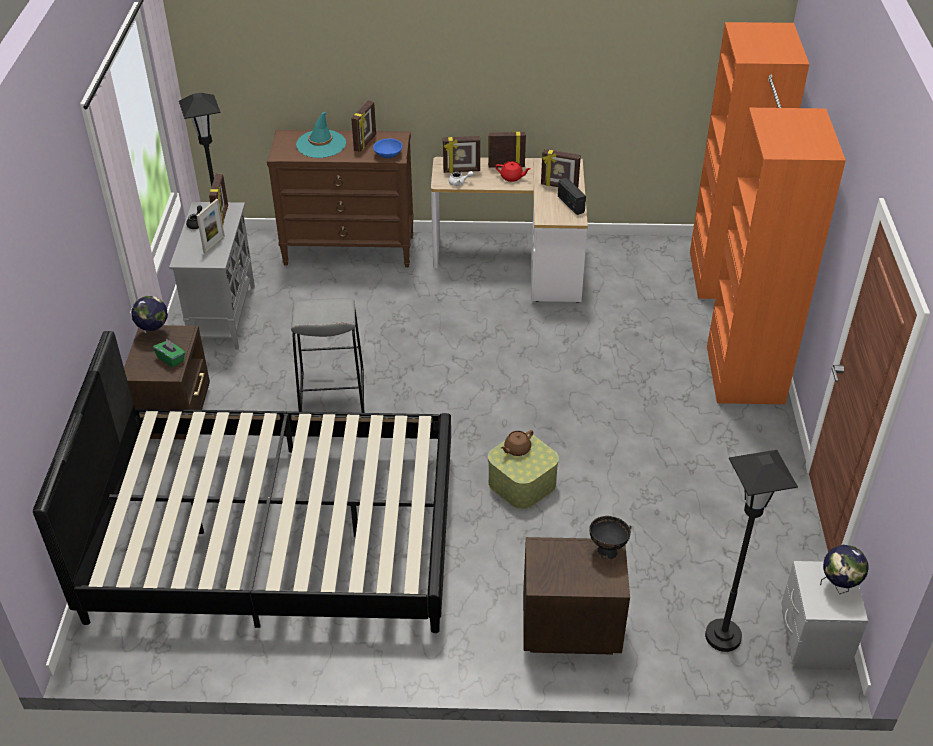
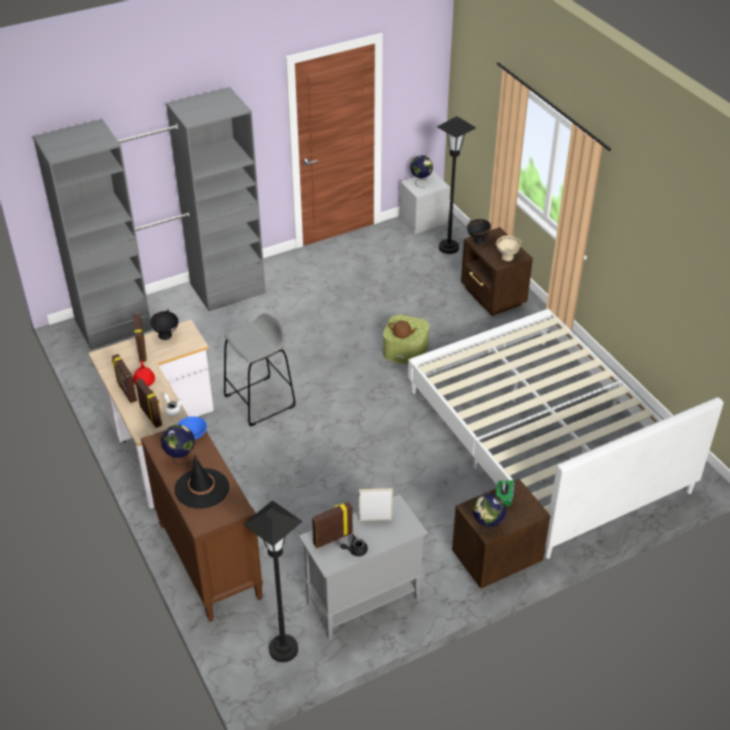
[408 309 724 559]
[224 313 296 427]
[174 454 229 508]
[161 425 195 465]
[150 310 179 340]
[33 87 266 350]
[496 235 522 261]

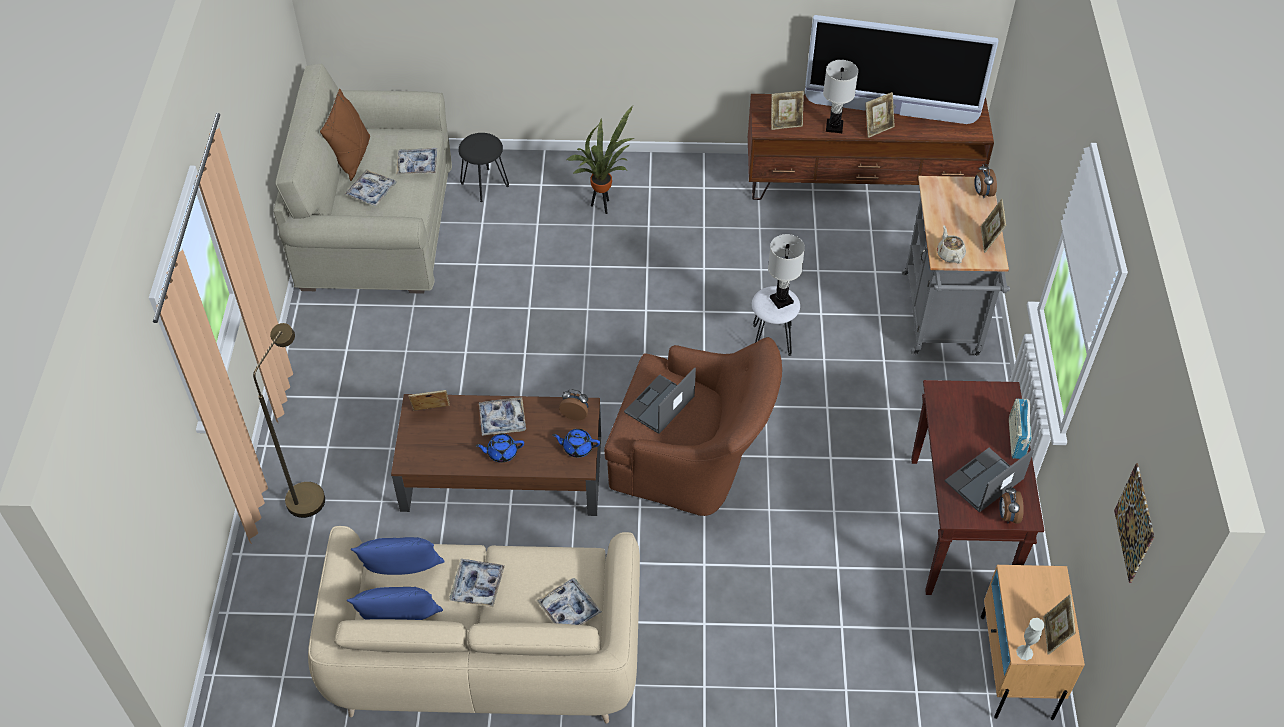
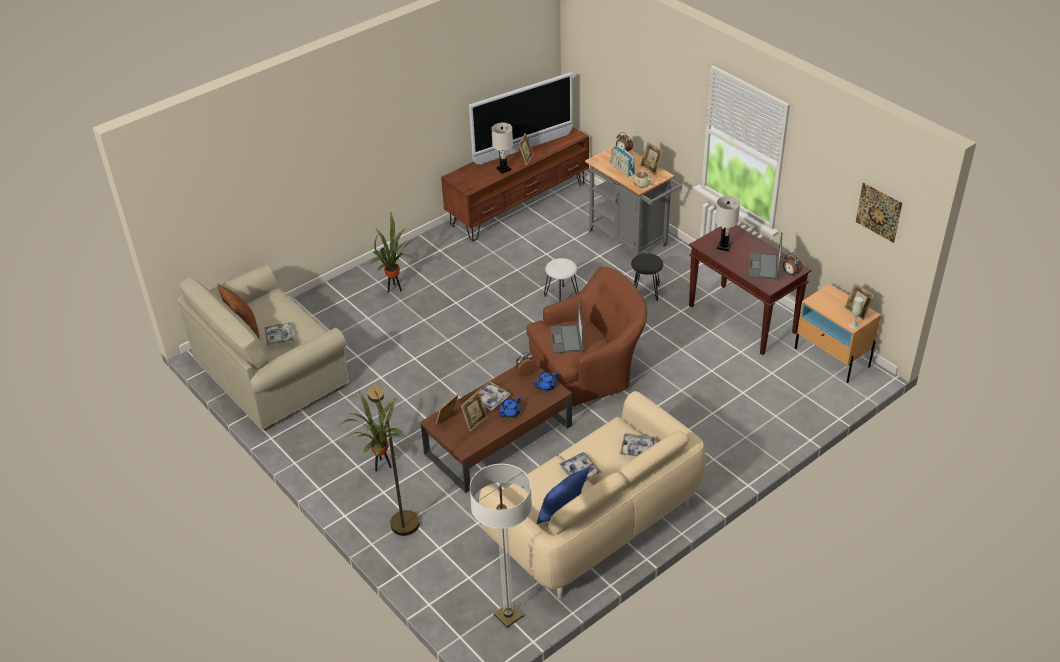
[351 537 445 575] (first image)
[396 148 437 174] (first image)
[631 253 663 301]
[715 196 740 251]
[461 391 487 431]
[611 144 635 177]
[339 392 404 471]
[469 464 532 628]

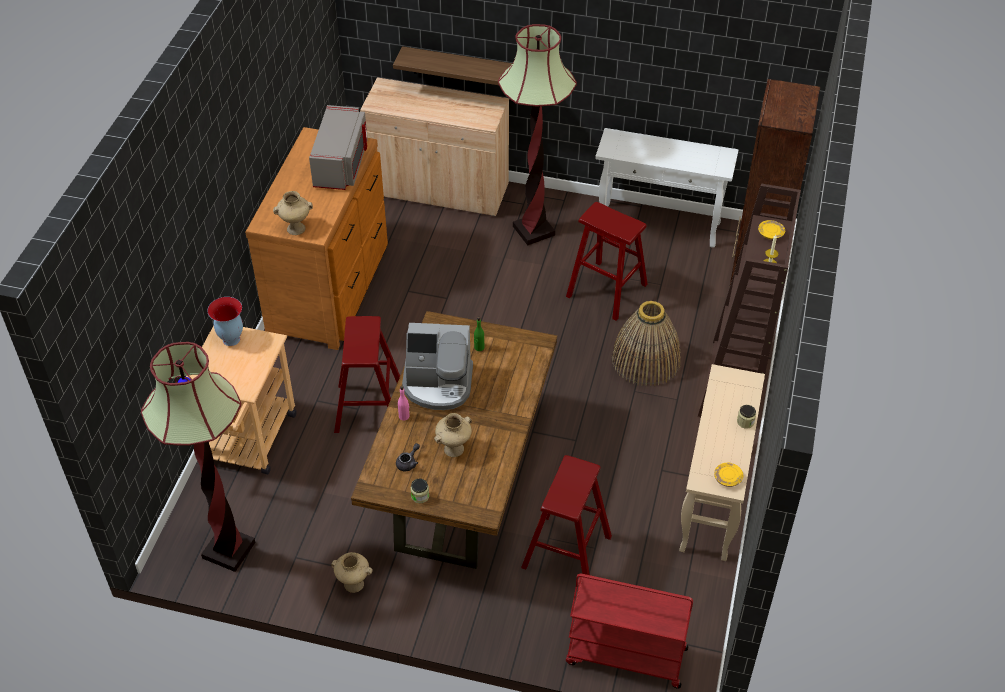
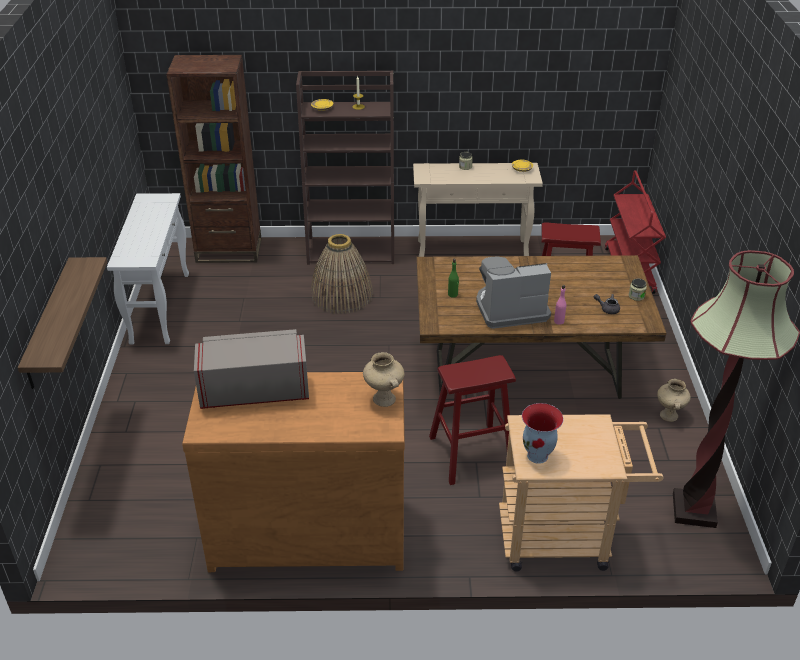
[360 77 509 216] (first image)
[476 257 551 329]
[434 413 472 457] (first image)
[498 24 577 245] (first image)
[566 202 648 321] (first image)

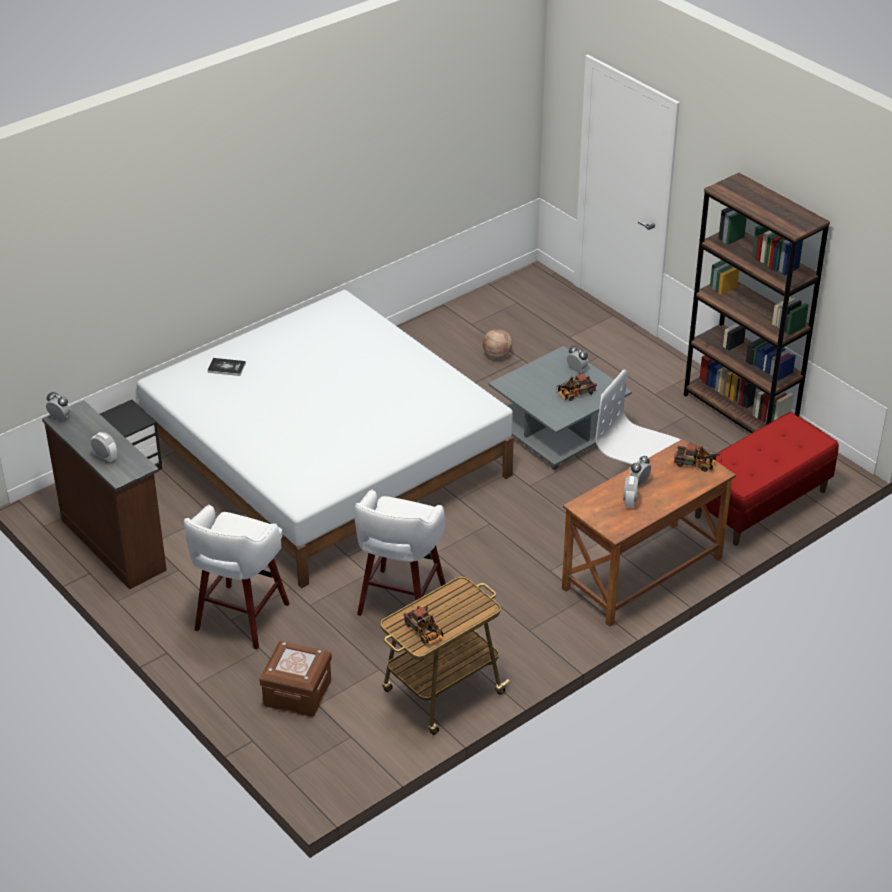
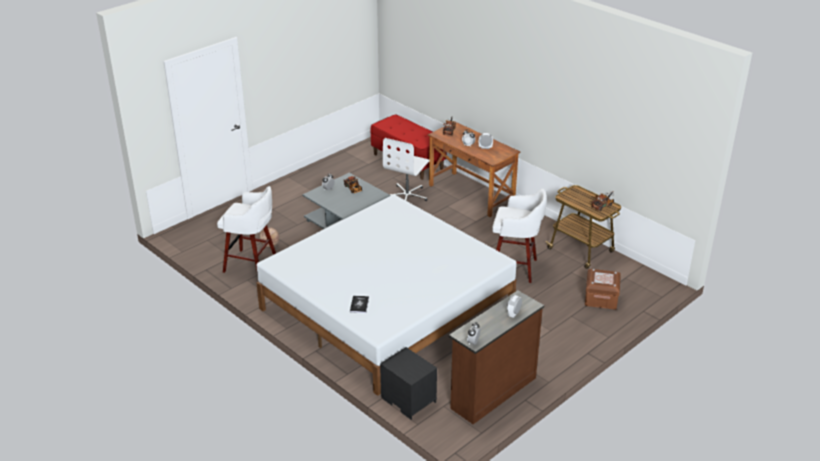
[217 186 276 273]
[684 173 830 434] (first image)

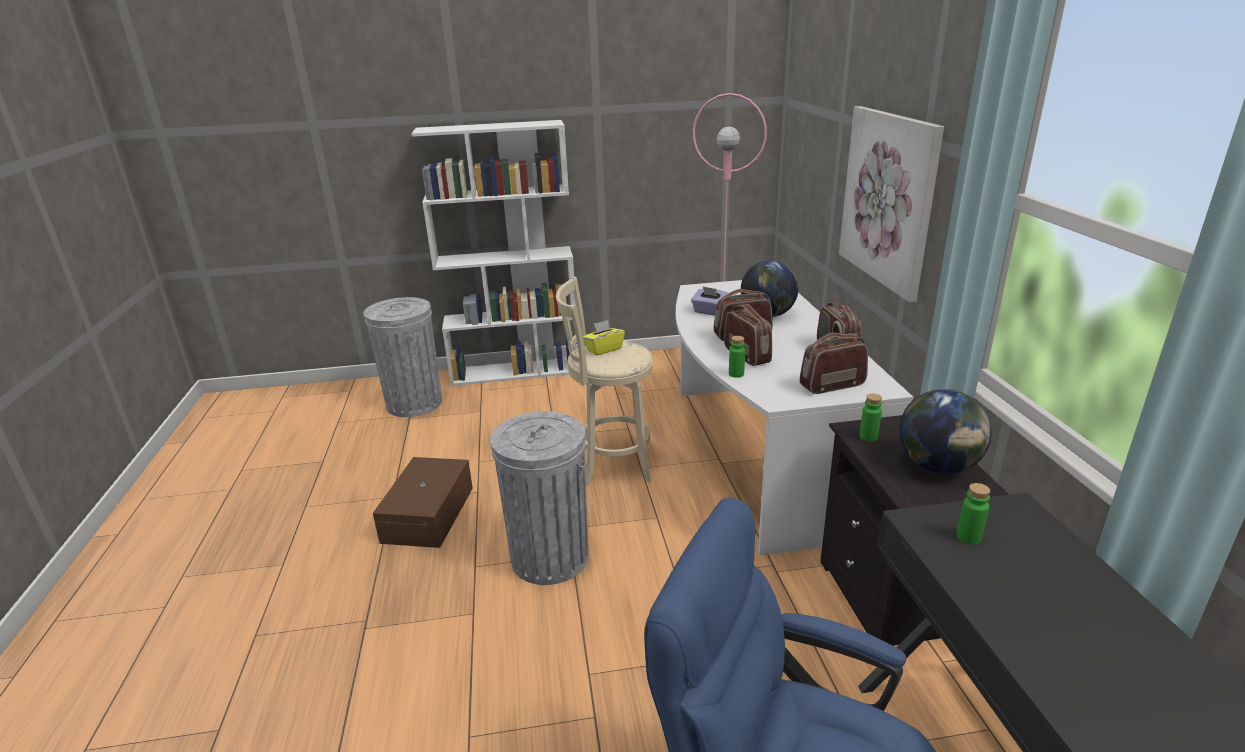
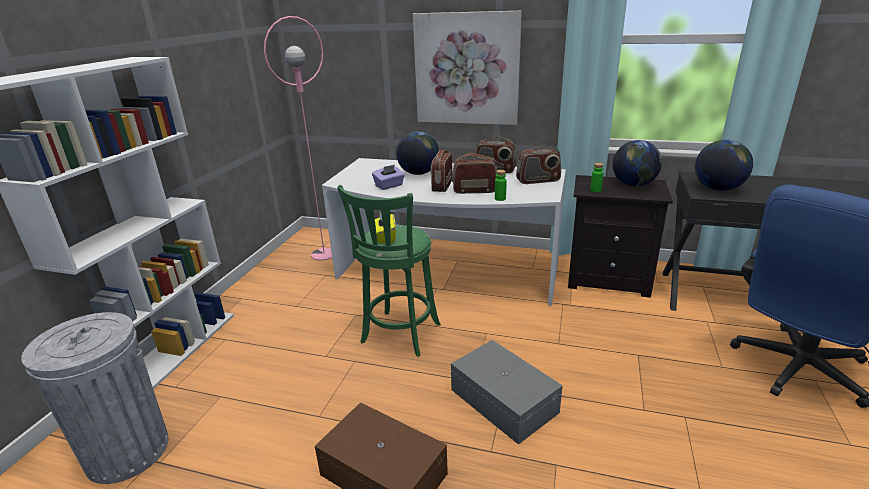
[451 340 563 445]
[338 185 441 357]
[516 145 561 184]
[695 140 753 191]

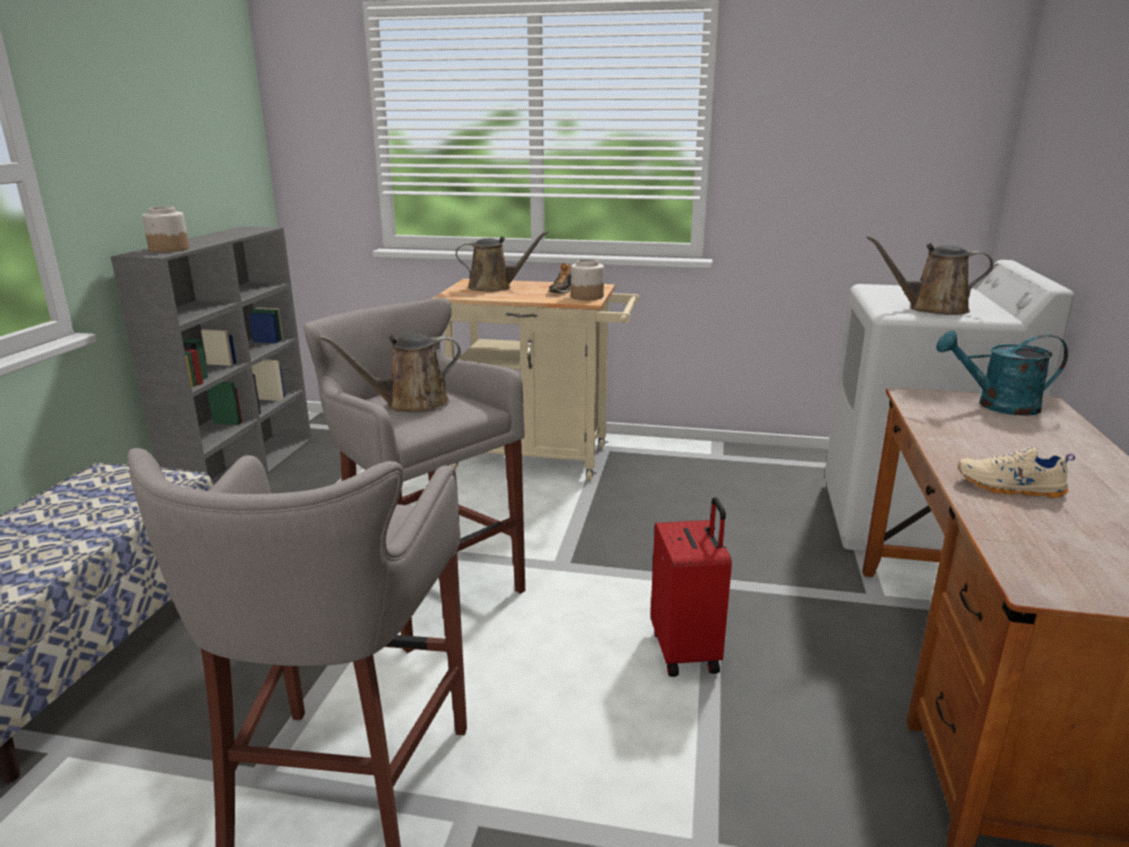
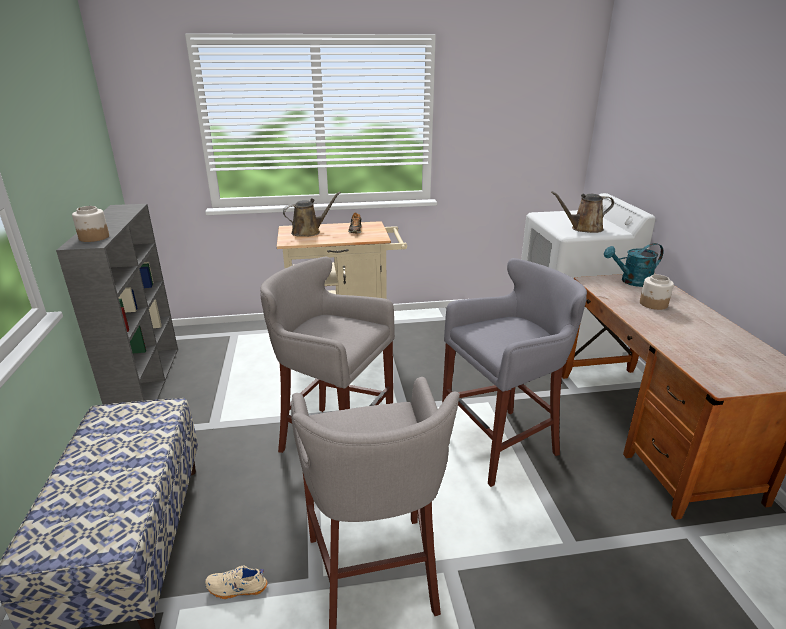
[319 333 461 412] (first image)
[640 275 674 310]
[442 258 587 487]
[205 566 268 599]

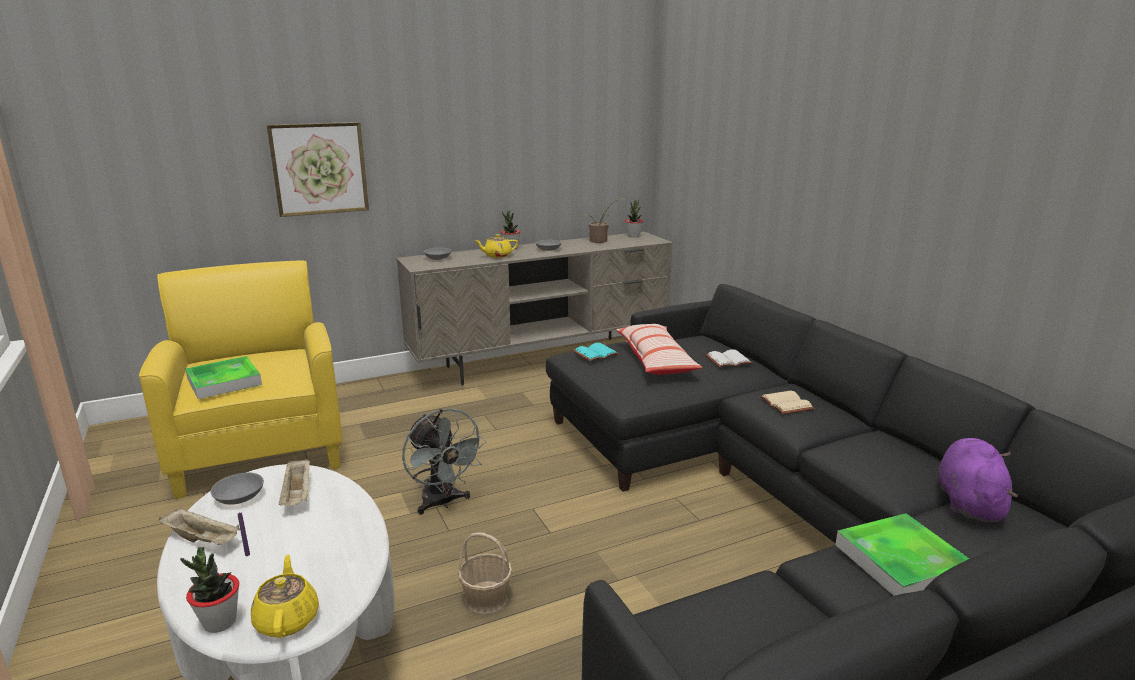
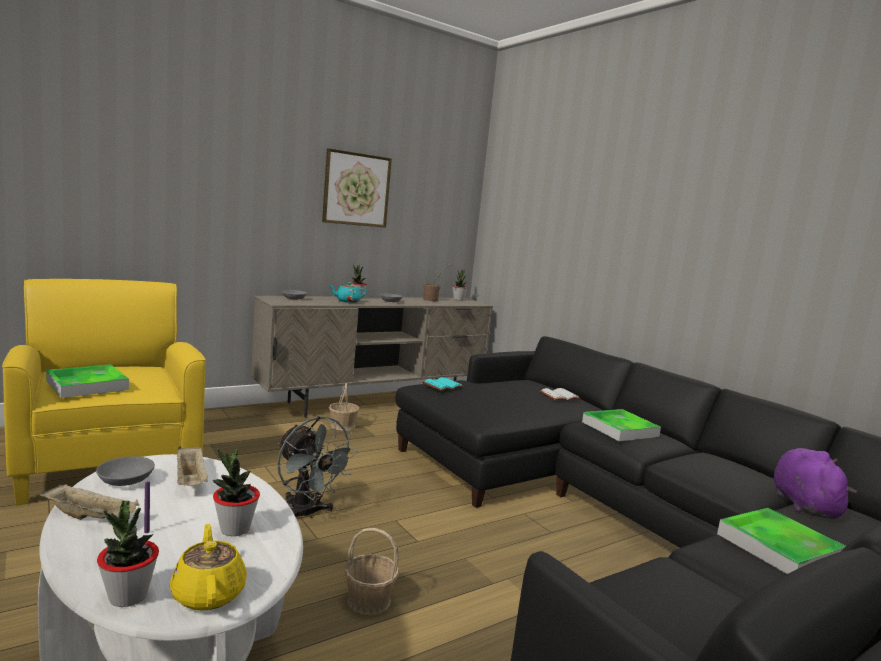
[322 148 392 228]
[330 283 367 303]
[616 324 703 375] (first image)
[582 409 661 441]
[213 448 260 536]
[329 383 360 431]

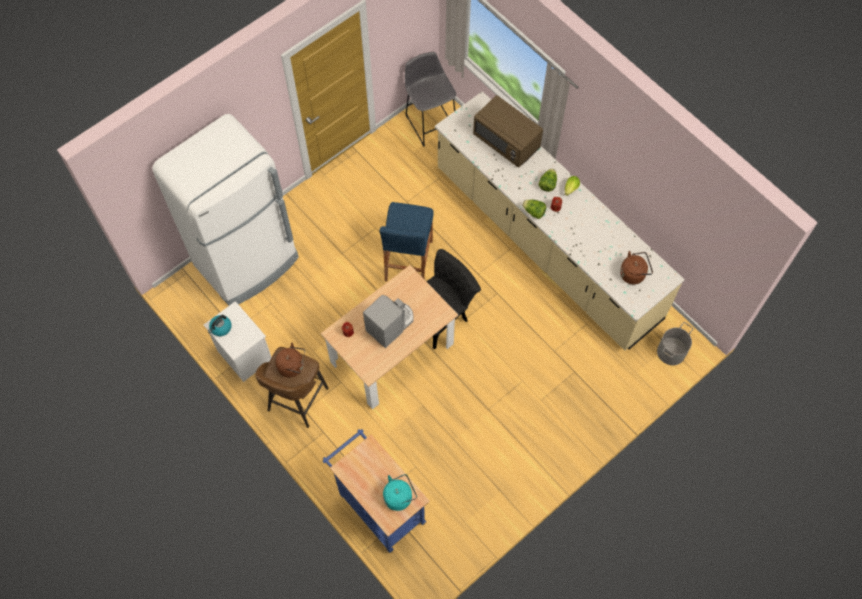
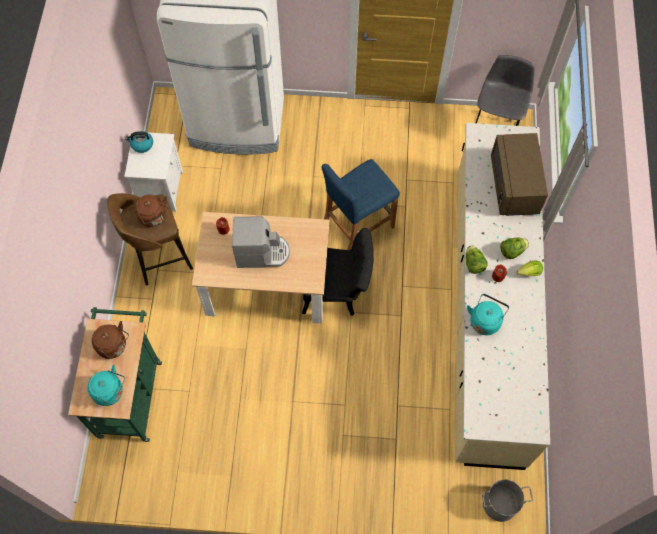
[68 307 162 442]
[92 321 129 359]
[467 294 509 335]

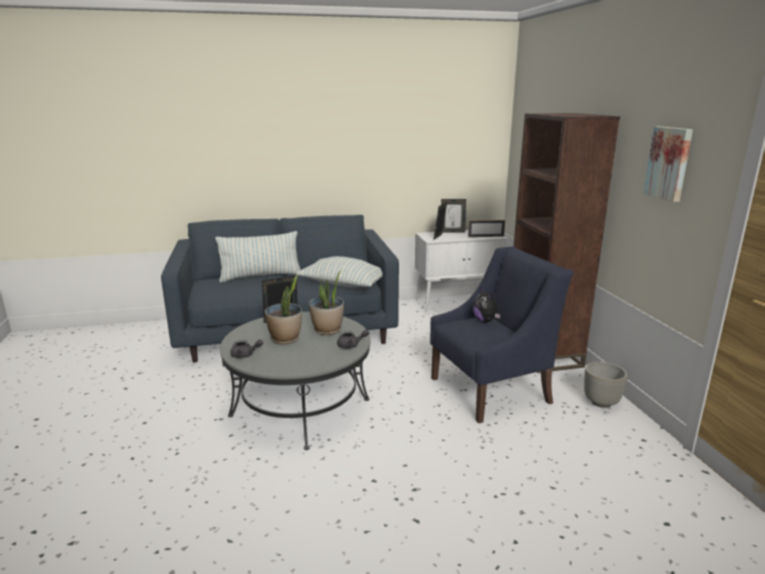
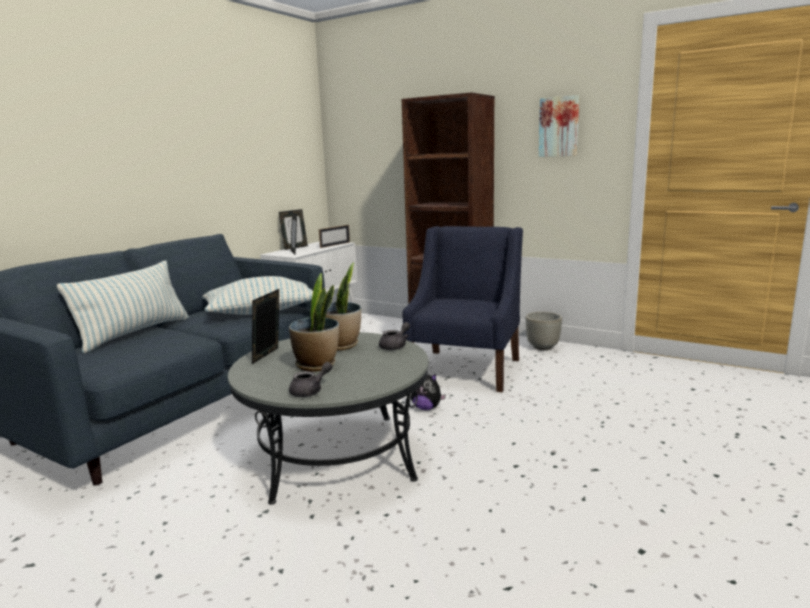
[411 374 446 410]

